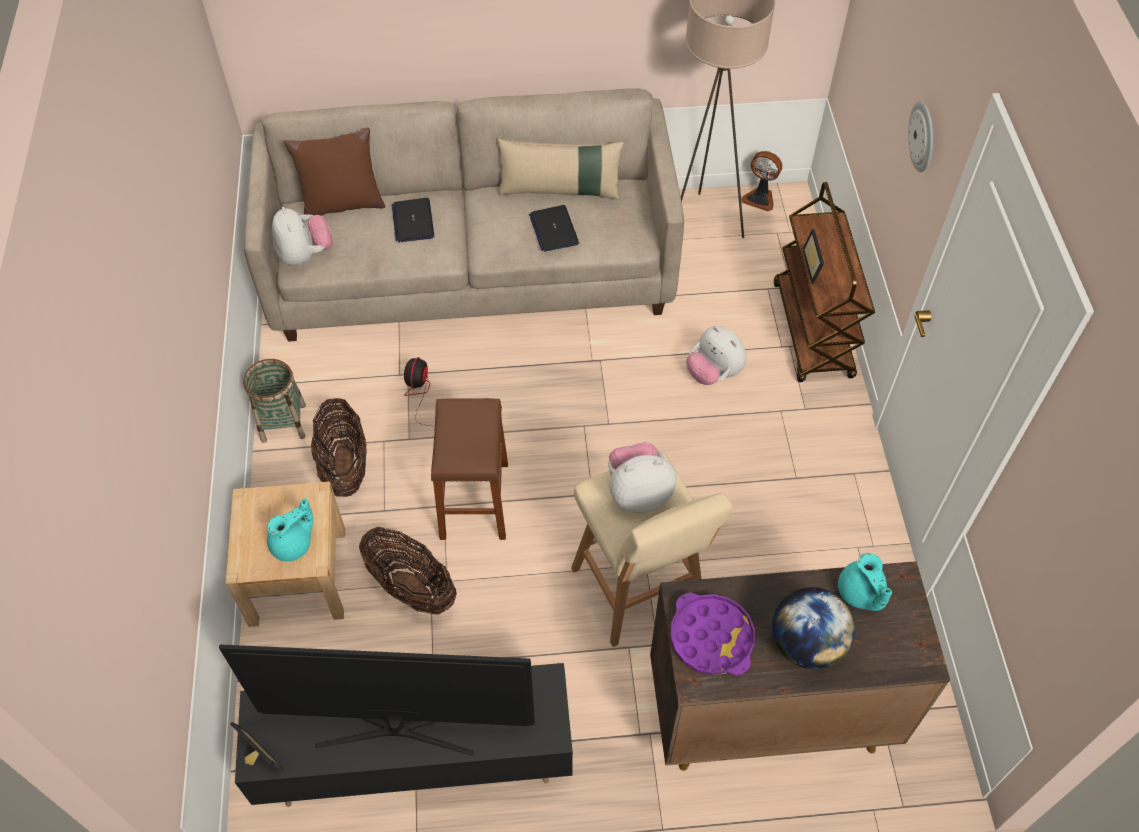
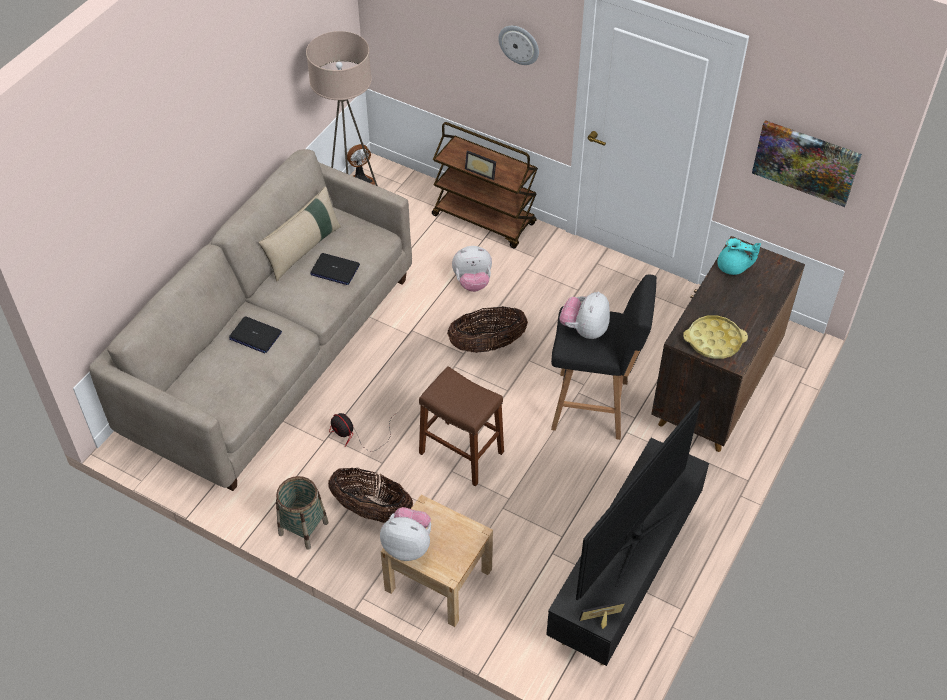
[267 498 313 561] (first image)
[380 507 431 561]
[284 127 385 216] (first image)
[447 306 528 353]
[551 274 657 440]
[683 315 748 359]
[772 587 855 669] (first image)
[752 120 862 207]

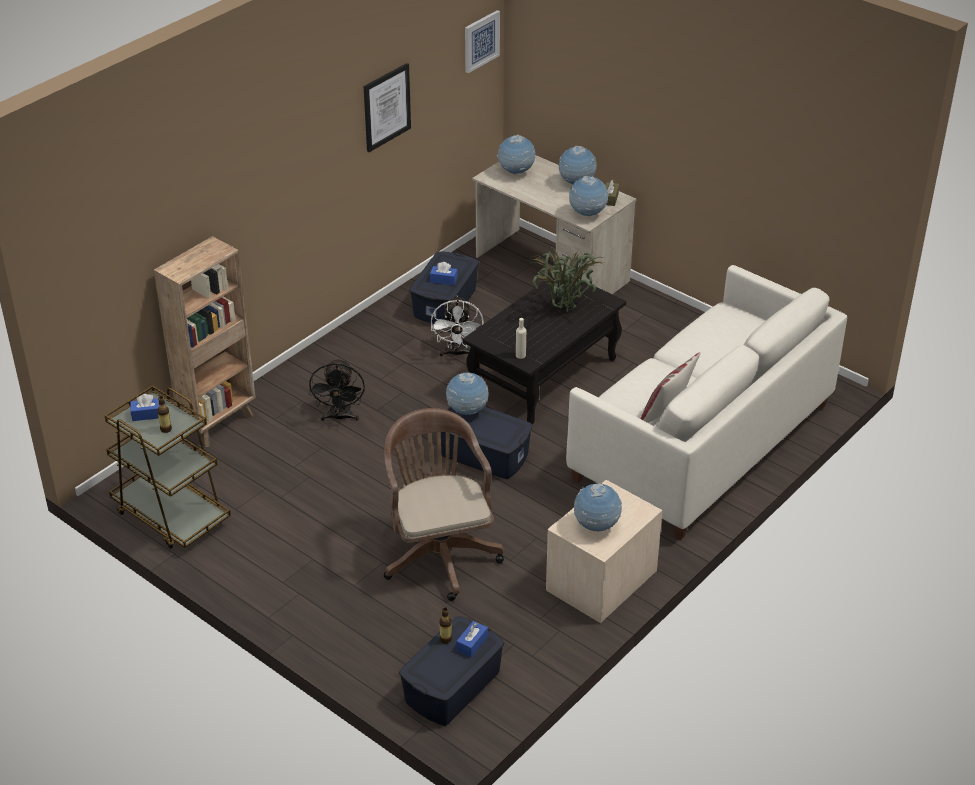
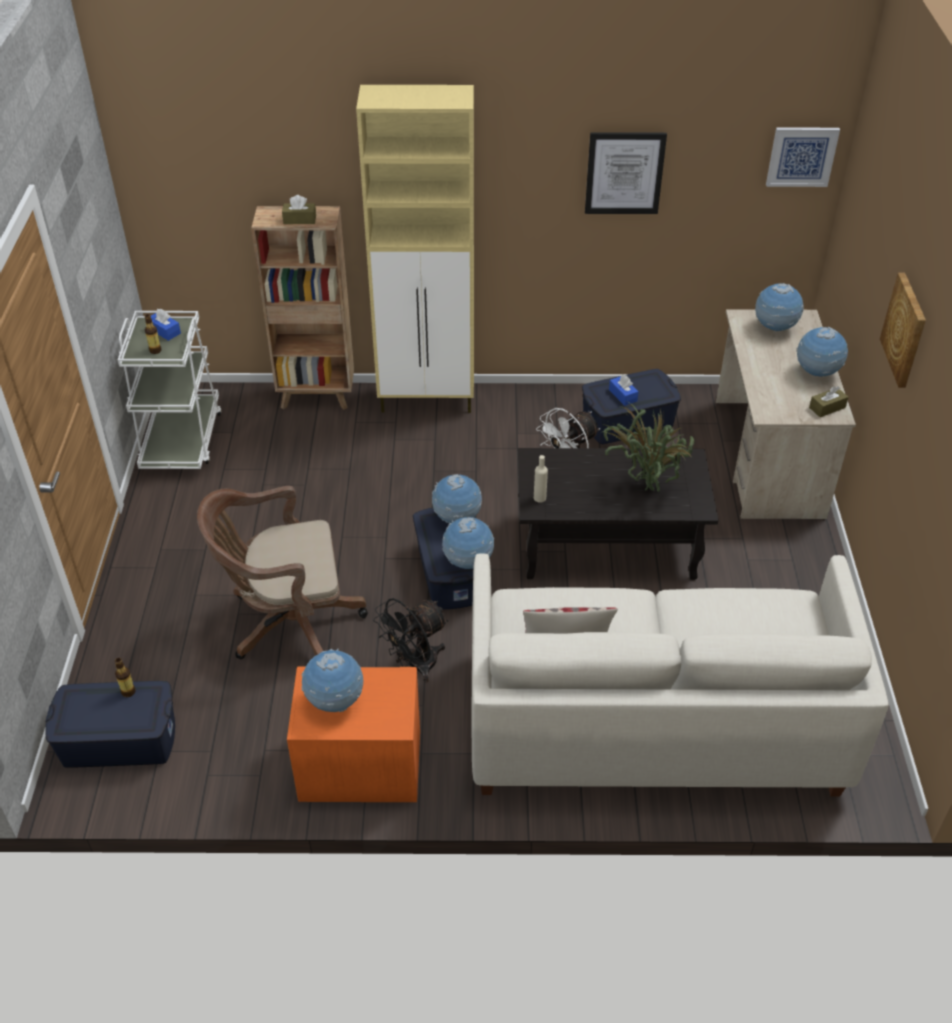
[118 311 222 469]
[373 598 448 683]
[197 486 368 659]
[456 621 488 657] (first image)
[287 666 420 802]
[442 517 494 569]
[282 195 316 224]
[356 85 474 413]
[880 273 926 388]

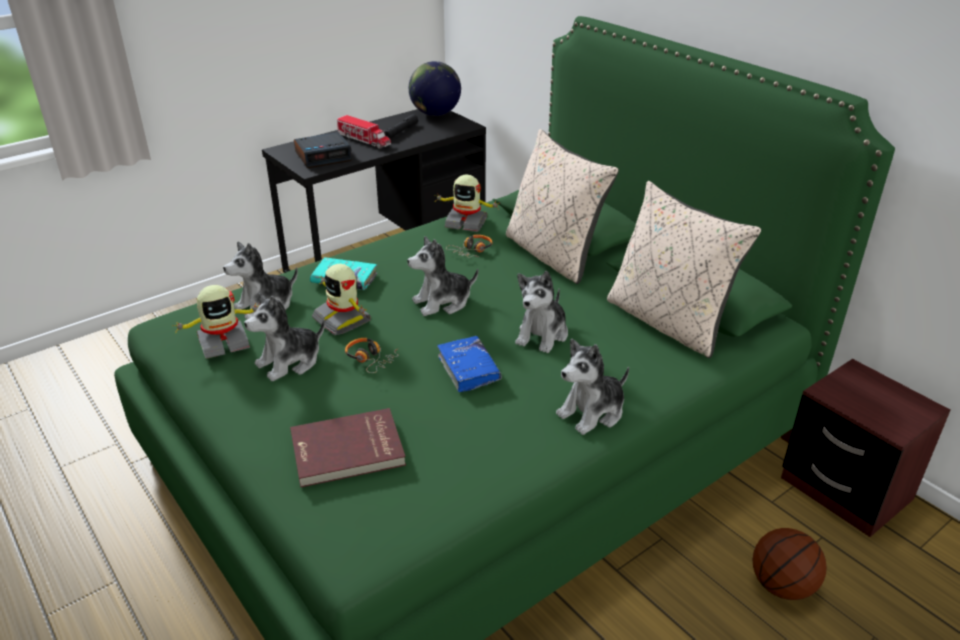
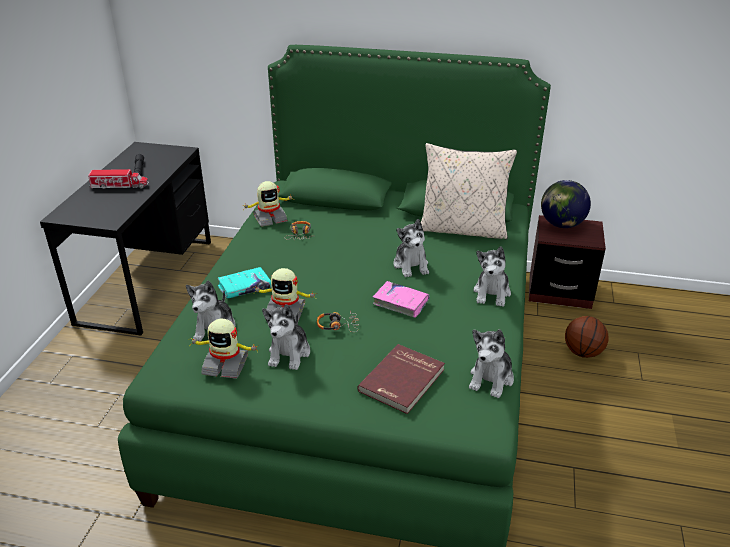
[188 319 258 379]
[294 132 352 168] (first image)
[469 329 514 398]
[541 180 591 228]
[372 281 430 318]
[506 129 619 284] (first image)

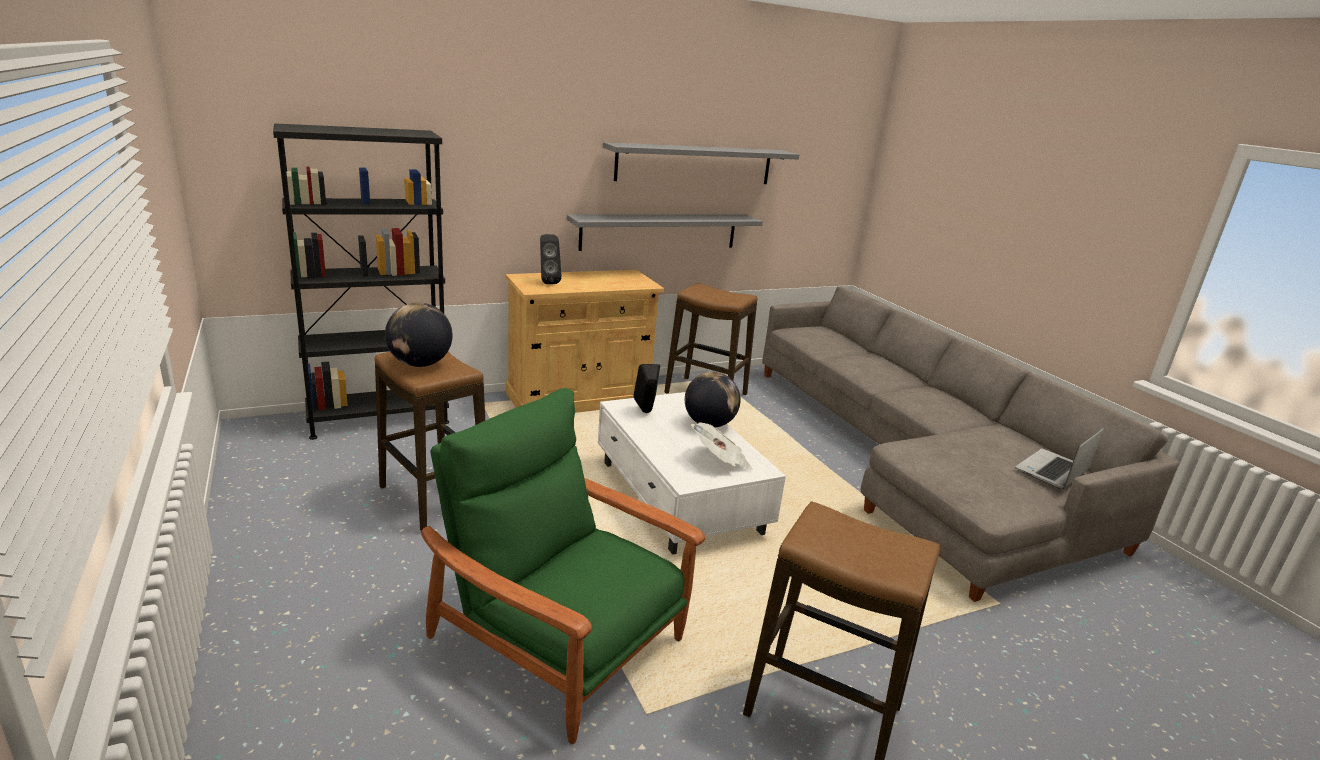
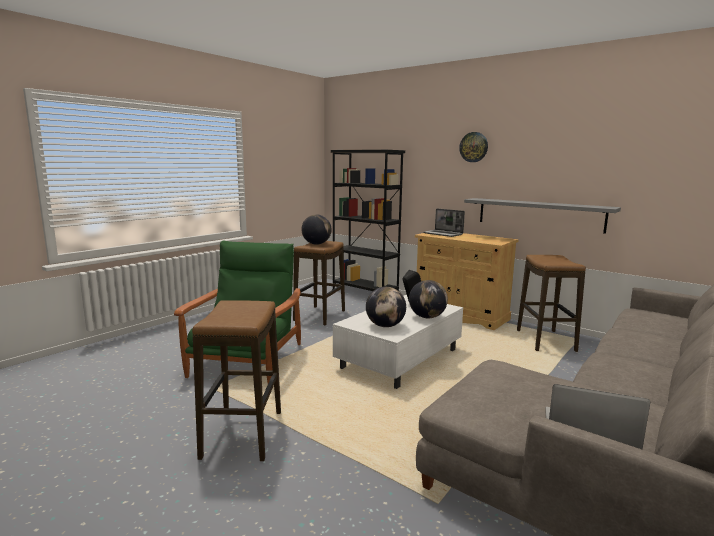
[423 208 465 237]
[603 142 799 184] (first image)
[366 287 406 327]
[459 132 488 162]

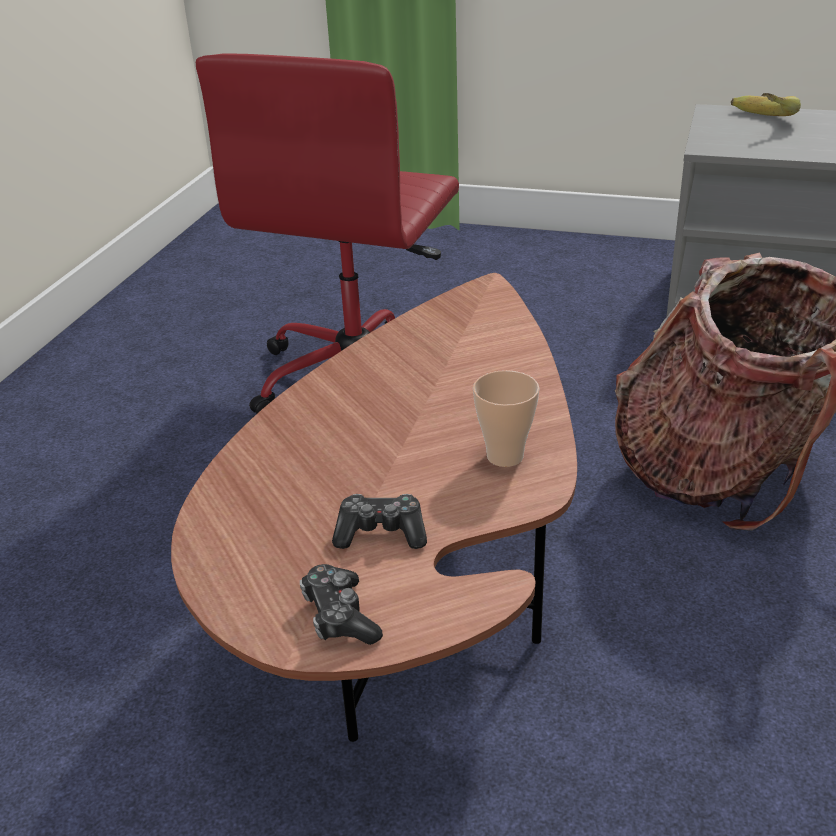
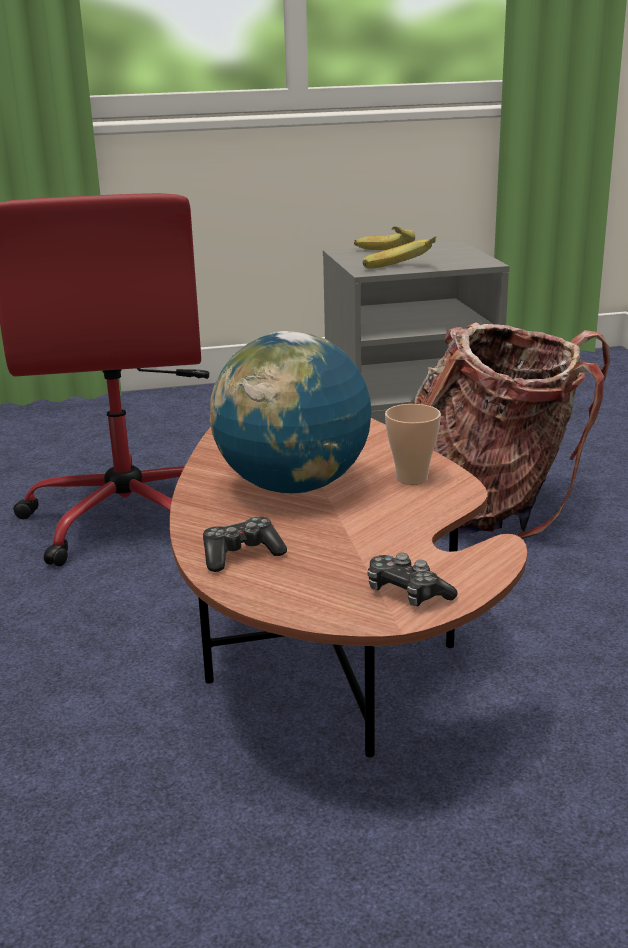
[203 517 287 572]
[210 331 371 494]
[362 236 436 269]

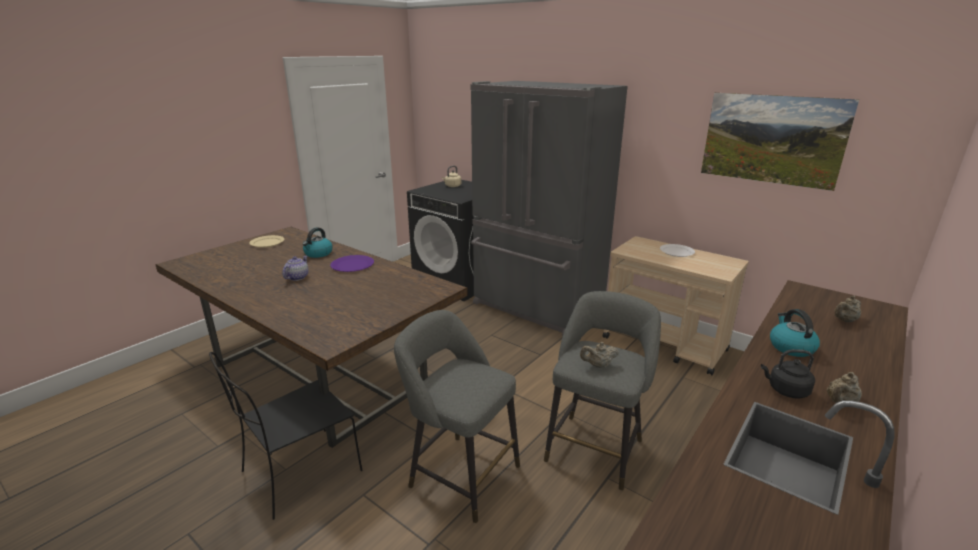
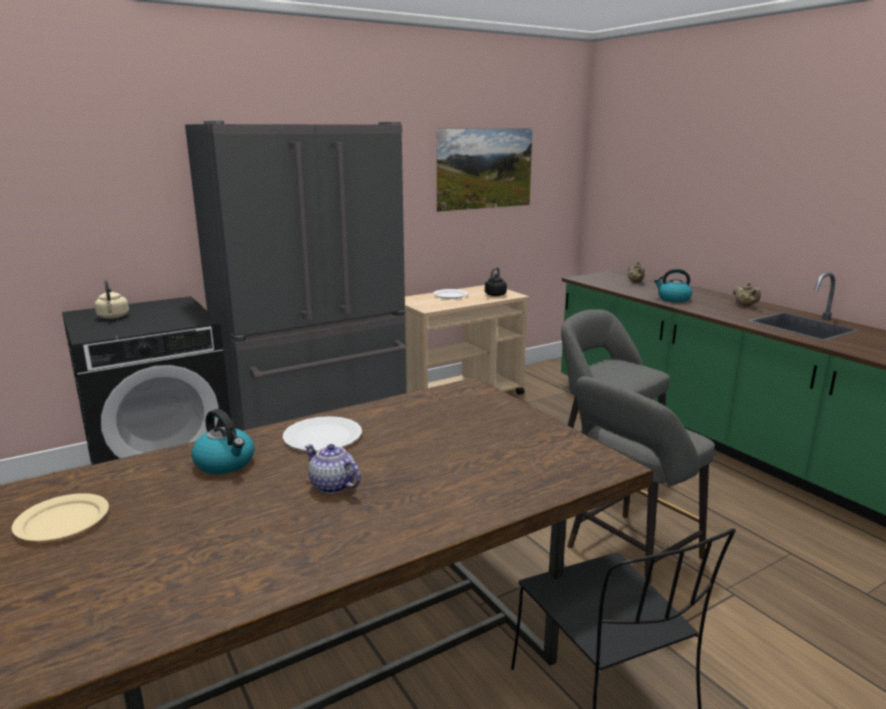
[282 416 362 452]
[580 342 619 368] (first image)
[485 267 507 296]

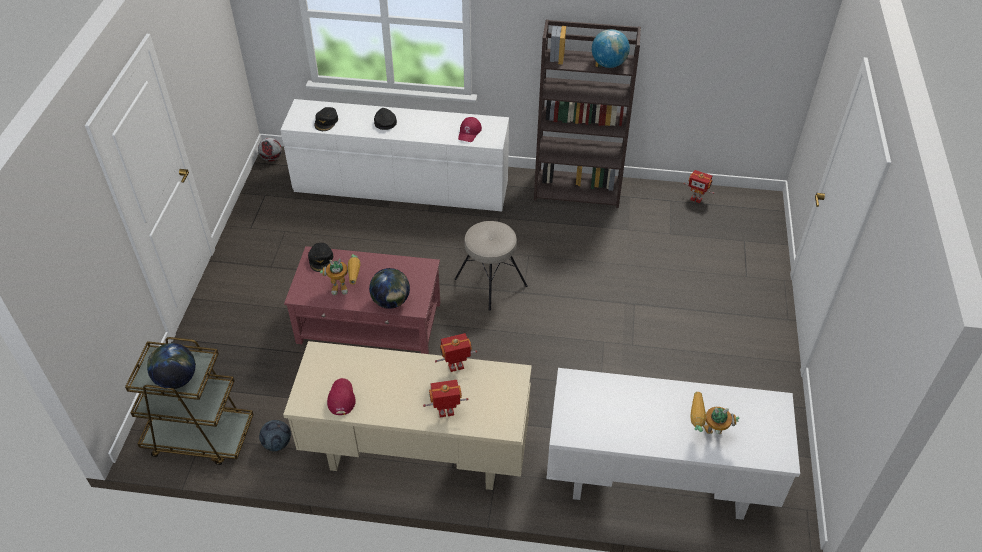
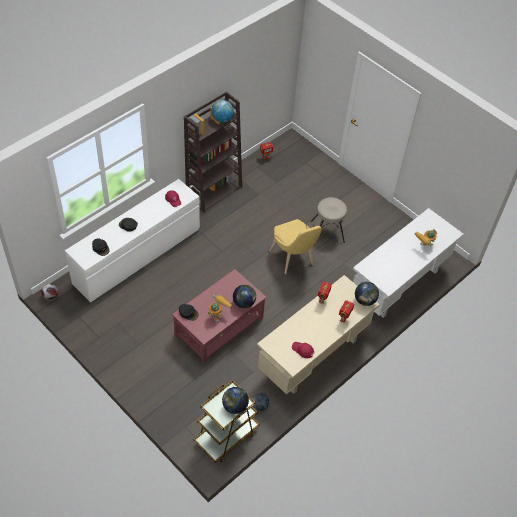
[311 197 347 243]
[269 219 322 274]
[355 282 379 306]

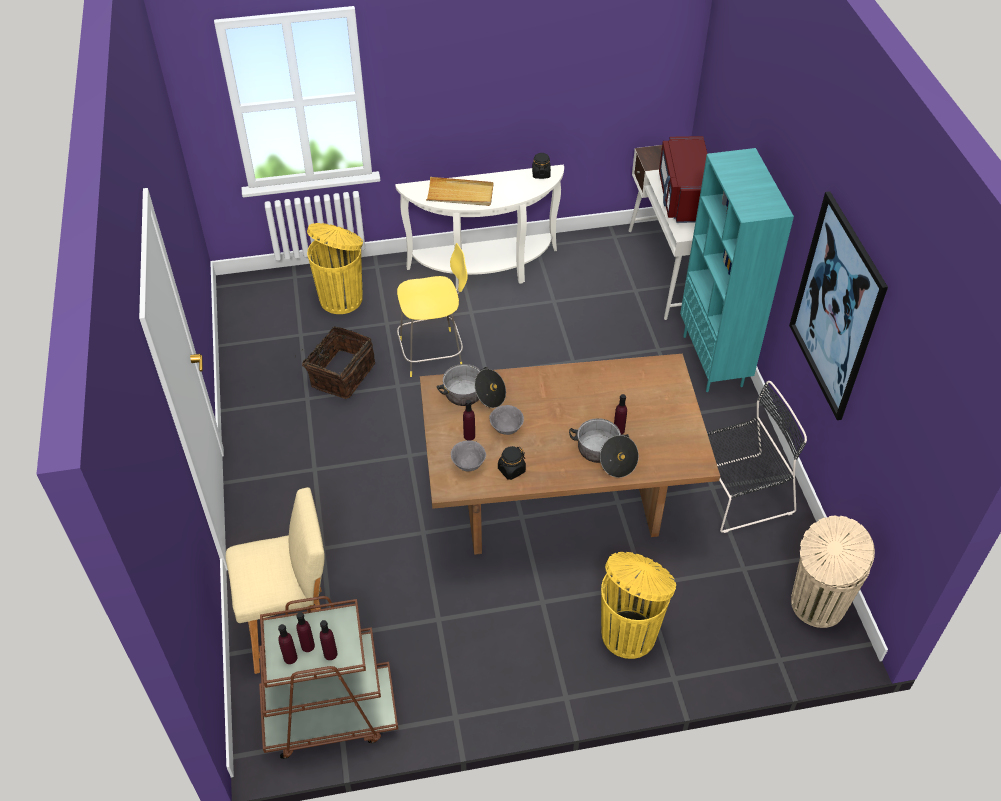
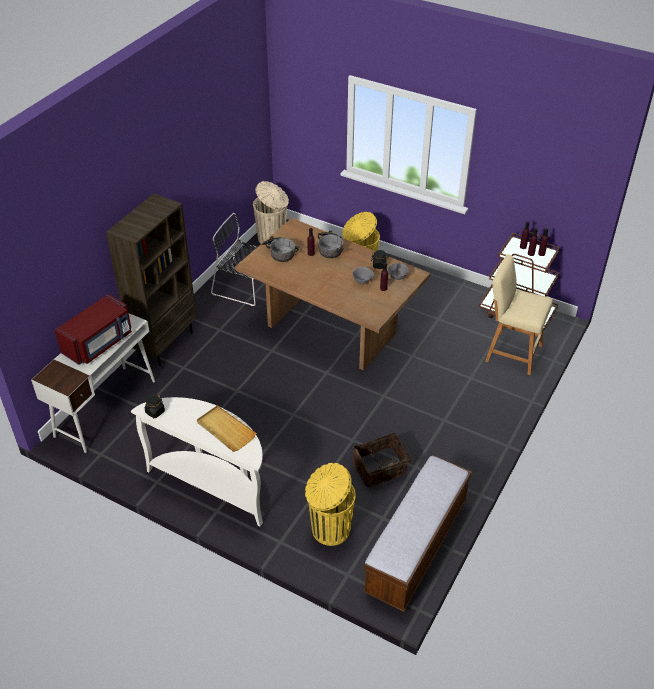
[397 243 468 377] (first image)
[261 236 300 262]
[106 193 197 366]
[789 191 888 420] (first image)
[363 455 472 612]

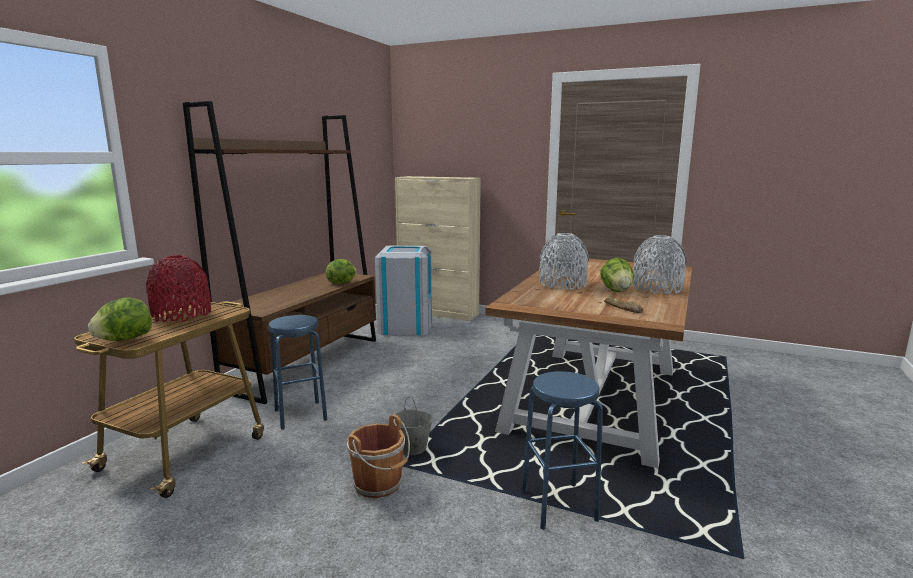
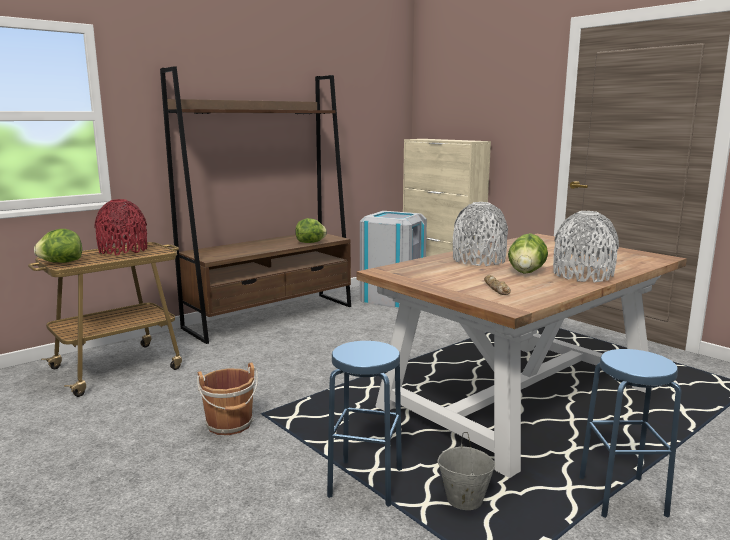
[579 349 681 518]
[437 432 496 510]

